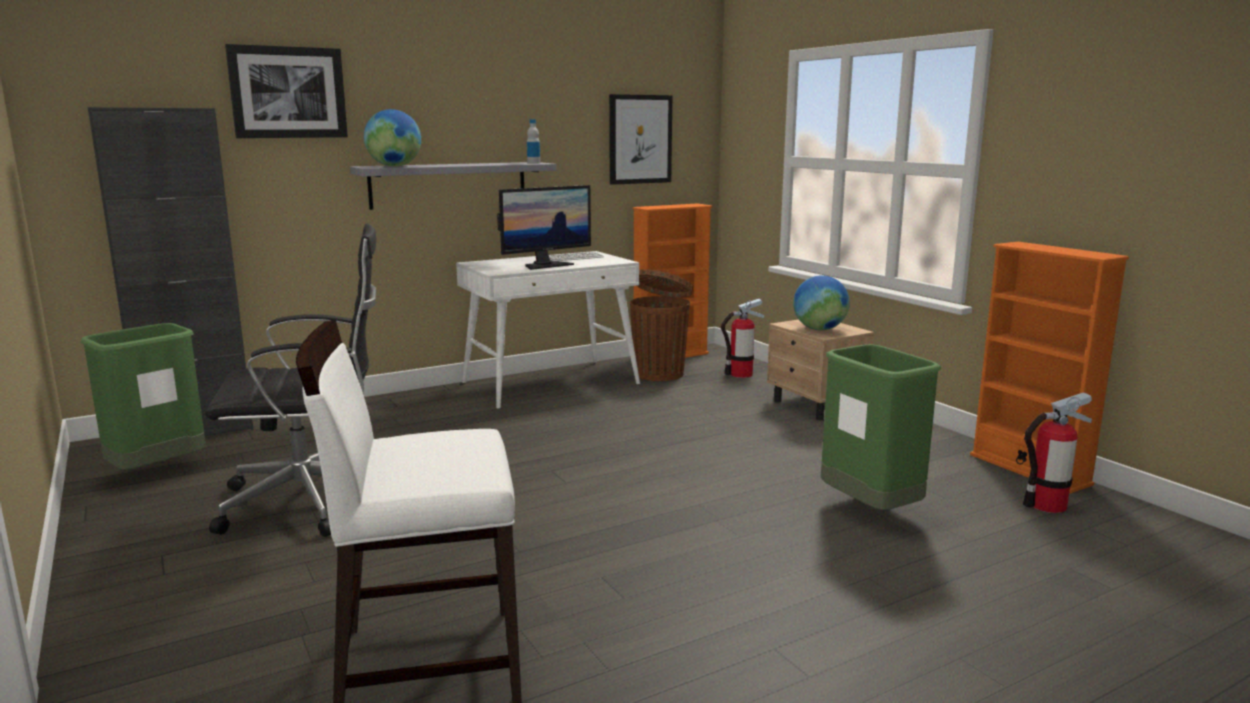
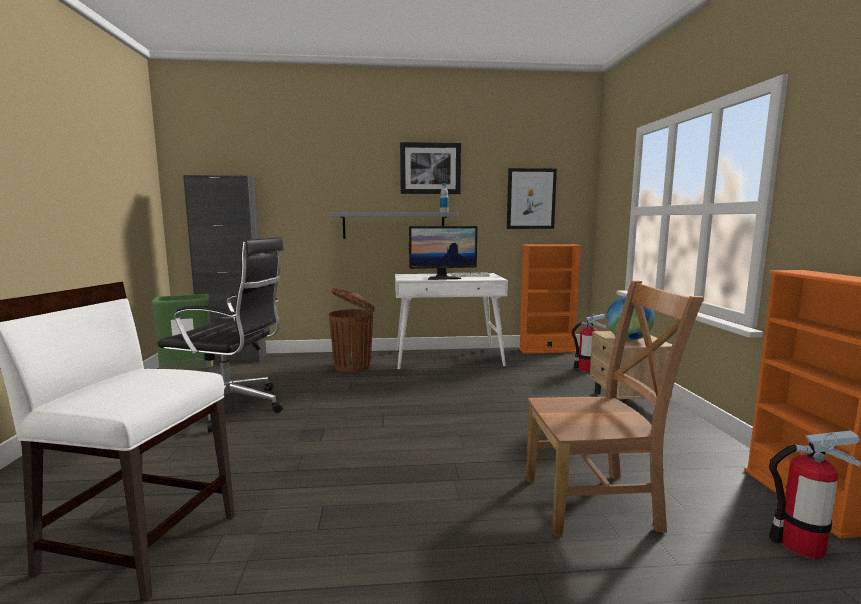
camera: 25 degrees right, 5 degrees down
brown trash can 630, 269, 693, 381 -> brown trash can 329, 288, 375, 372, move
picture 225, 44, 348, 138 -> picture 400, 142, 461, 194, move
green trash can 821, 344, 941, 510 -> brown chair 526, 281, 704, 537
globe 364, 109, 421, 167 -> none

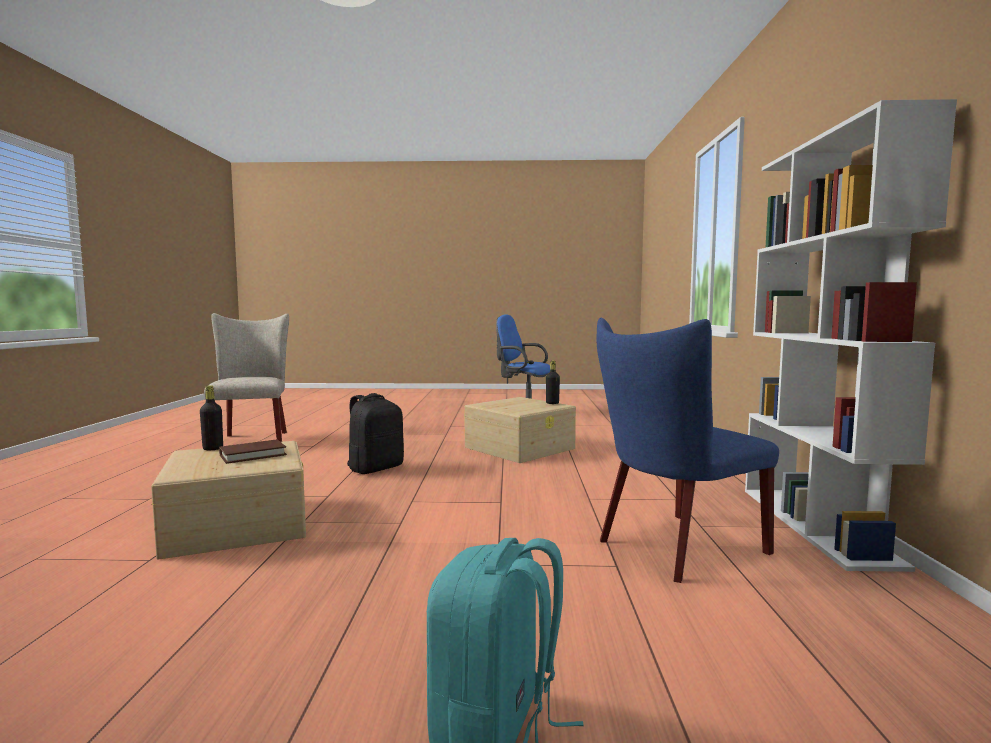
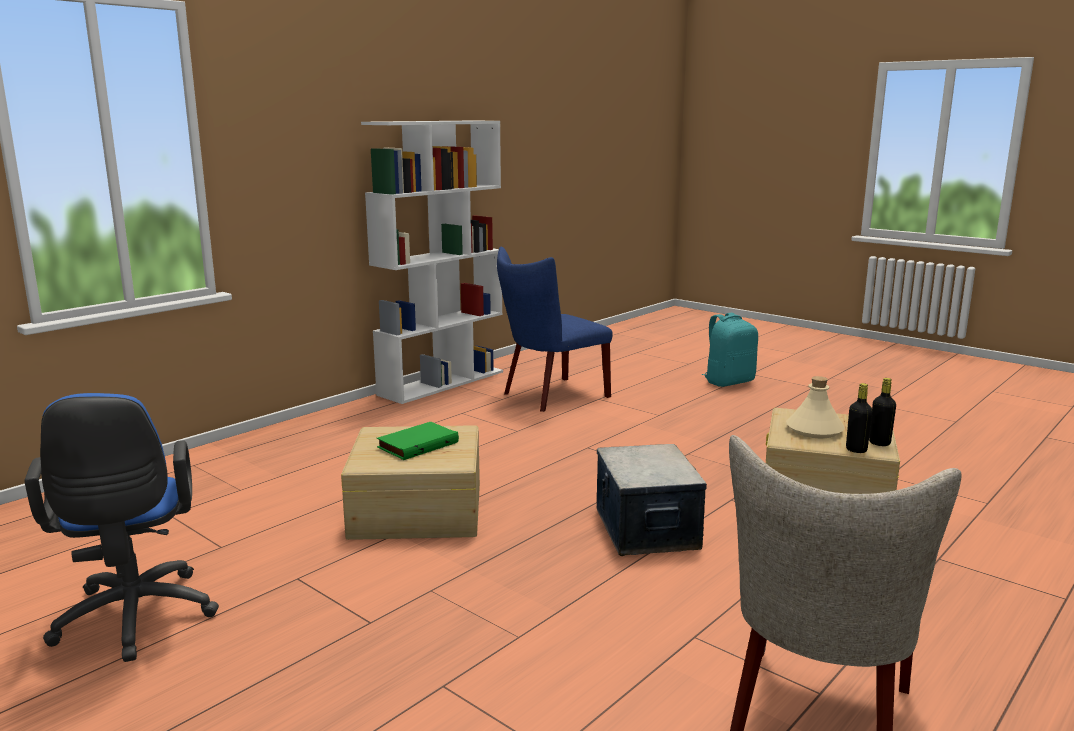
camera: 140 degrees left, 10 degrees up
none -> green book 377, 422, 459, 460
blue chair 597, 318, 779, 583 -> blue chair 497, 247, 613, 412, 135 degrees clockwise
black backpack 348, 393, 404, 474 -> storage box 597, 444, 707, 556
brown book 219, 439, 287, 464 -> beige bottle 786, 376, 845, 438
black bottle 546, 360, 560, 404 -> black bottle 869, 378, 896, 446, move

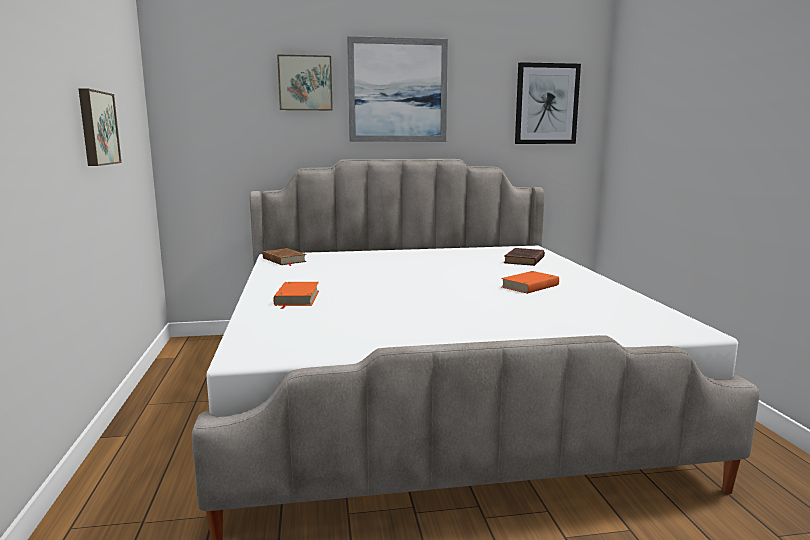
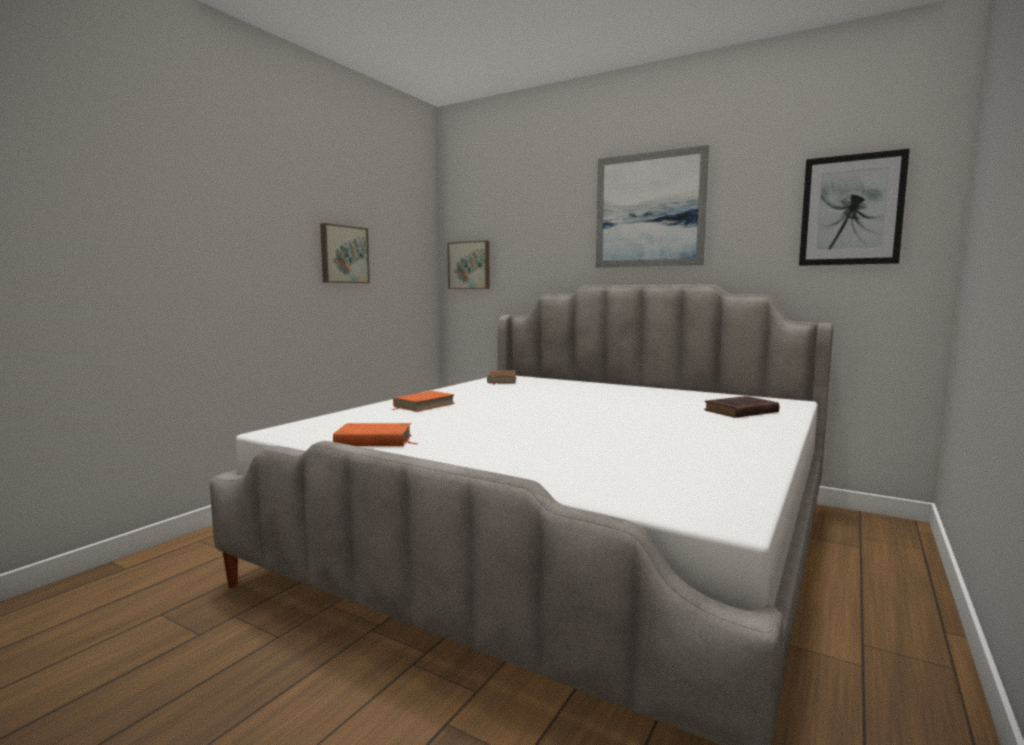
camera: 40 degrees right, 5 degrees down
orange book 501, 271, 559, 294 -> orange book 333, 423, 418, 446, move
picture 277, 54, 333, 110 -> picture 447, 240, 489, 289, move

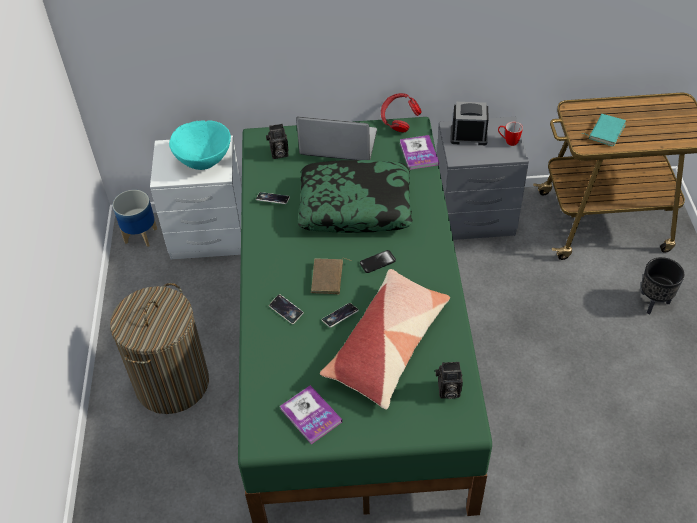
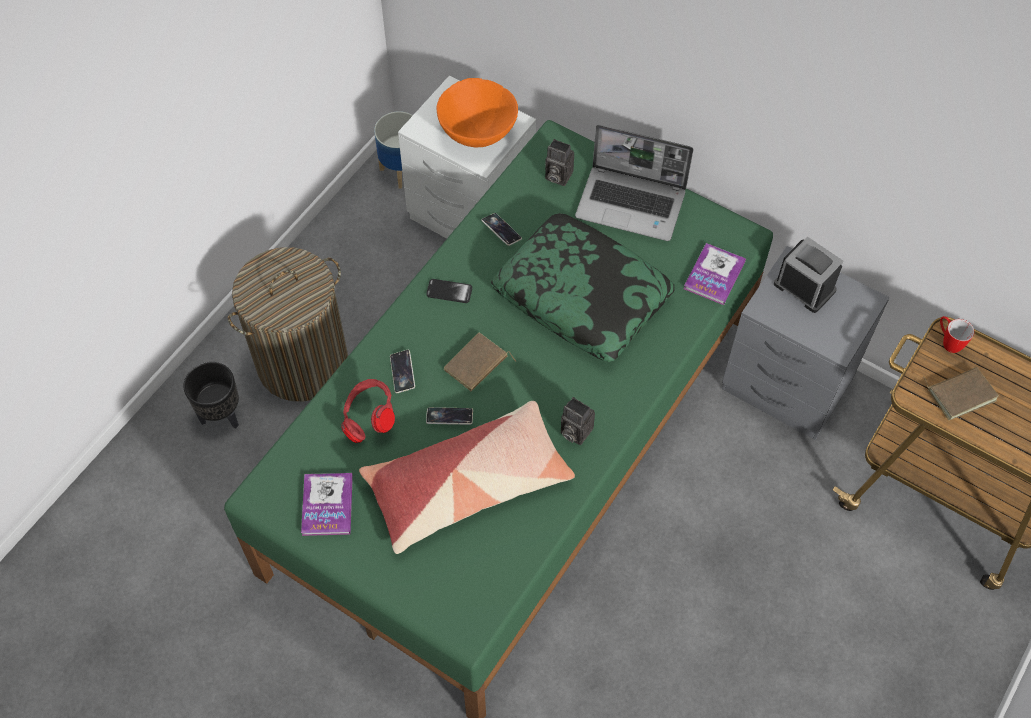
camera: 35 degrees right, 10 degrees up
black planter 641, 257, 684, 315 -> black planter 183, 362, 239, 429, move
red headphones 381, 93, 422, 132 -> red headphones 341, 379, 395, 443, move
phone 360, 250, 396, 273 -> phone 426, 279, 472, 303, move
turquoise bowl 169, 121, 231, 170 -> orange bowl 437, 78, 518, 147
photo camera 436, 362, 463, 399 -> photo camera 561, 397, 595, 445, move
laptop 296, 117, 377, 160 -> laptop 575, 125, 694, 241, 150 degrees clockwise
turquoise book 584, 114, 626, 147 -> brown book 923, 367, 999, 420
mug 498, 122, 523, 146 -> mug 940, 316, 974, 353, move

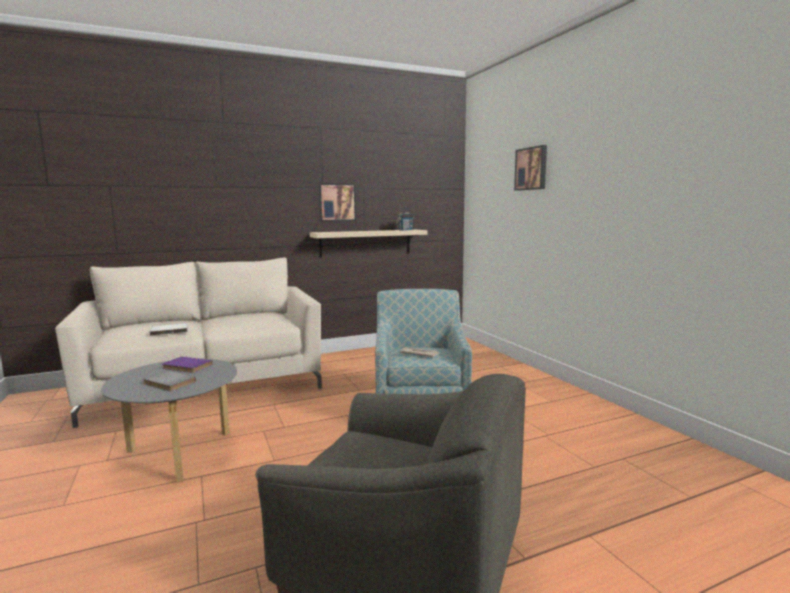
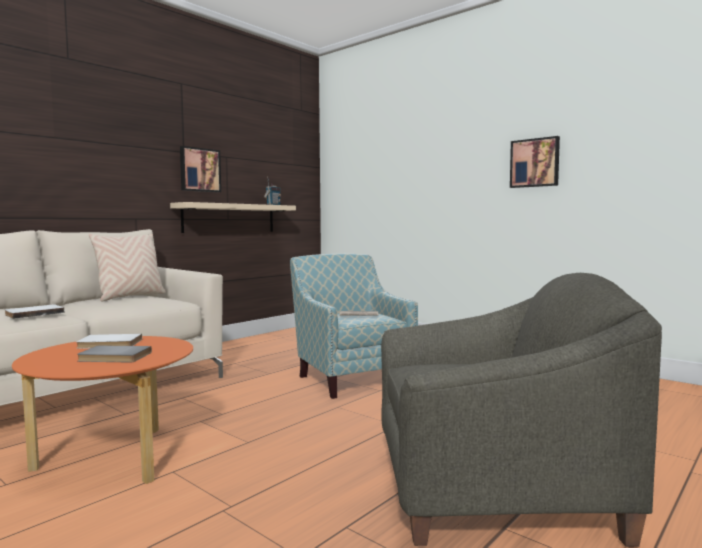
camera: 25 degrees left, 5 degrees down
grey coffee table 101, 359, 237, 483 -> orange coffee table 12, 336, 193, 484
purple book 163, 357, 212, 373 -> white book 76, 334, 142, 349
none -> beige pillow 89, 234, 166, 301
picture 514, 145, 547, 191 -> picture 510, 136, 560, 188, move

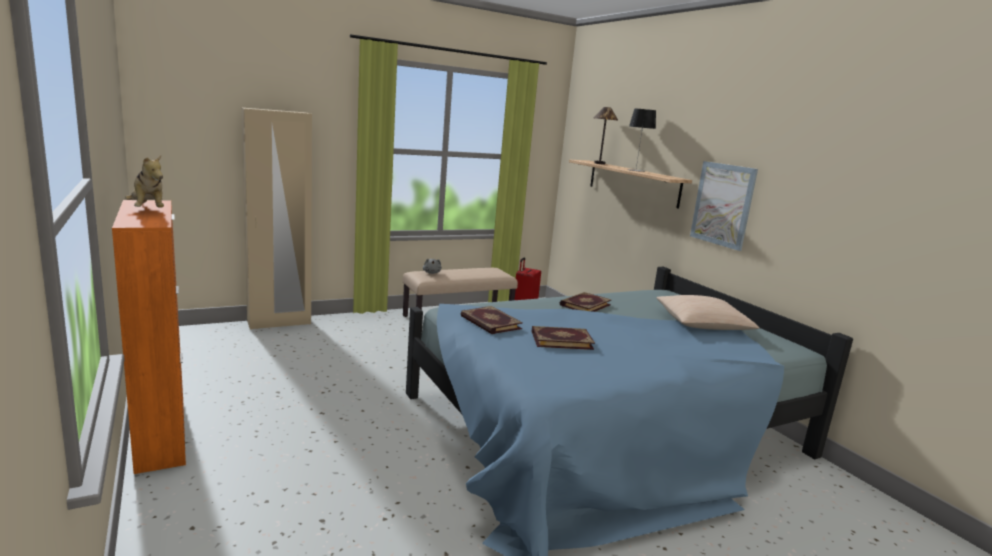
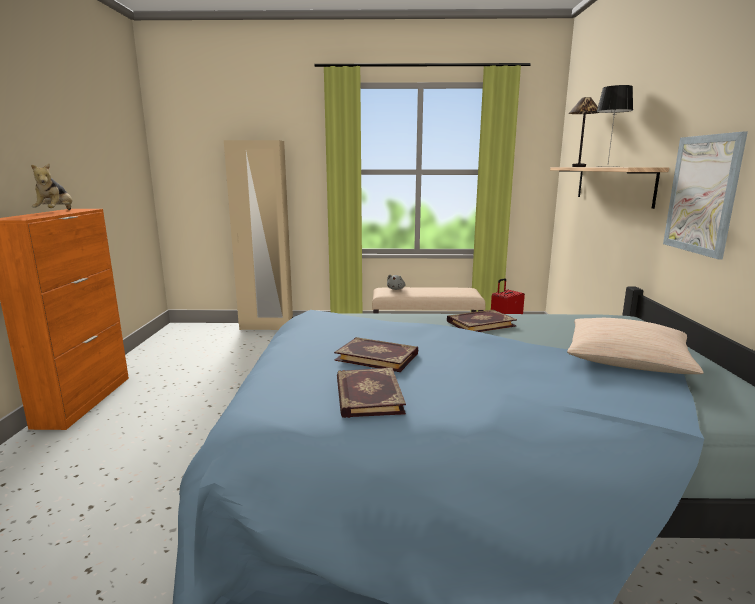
camera: 30 degrees right, 0 degrees up
book 461, 306, 523, 334 -> book 337, 368, 406, 418, move

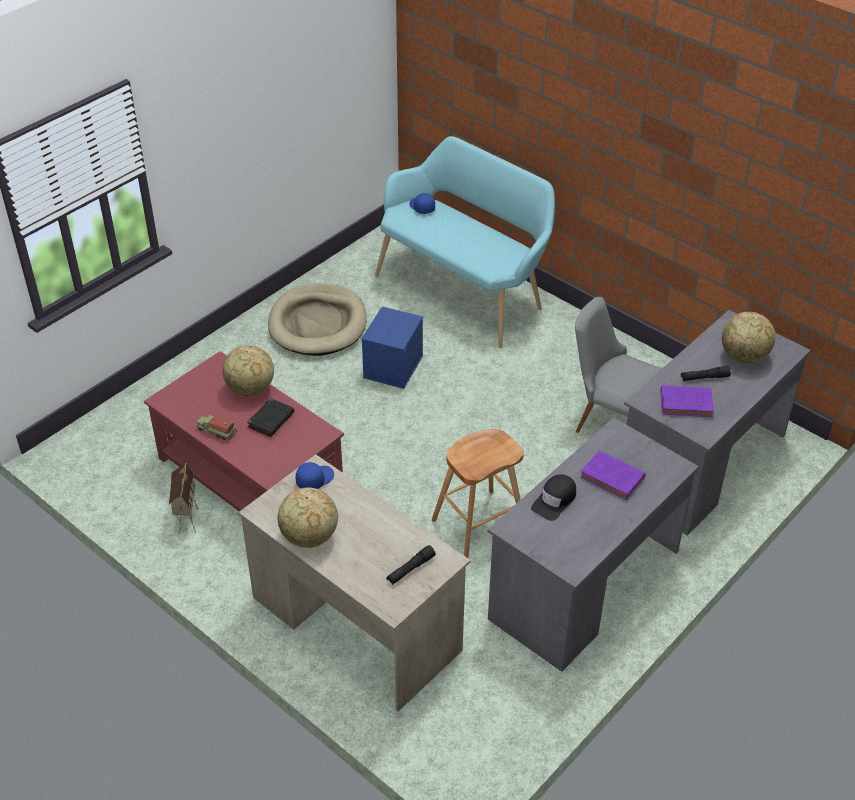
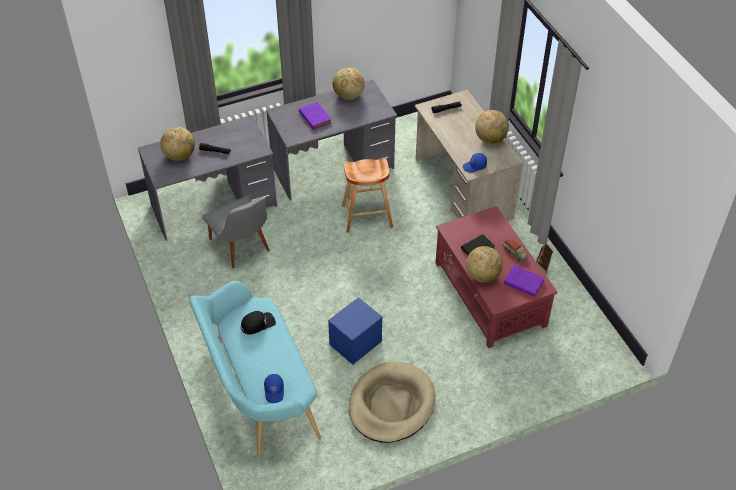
camera: 155 degrees left, 5 degrees up
black cap 531, 474, 576, 521 -> black cap 241, 311, 276, 334, move
none -> globe 333, 67, 365, 100
purple book 660, 385, 714, 417 -> purple book 504, 265, 544, 297, move

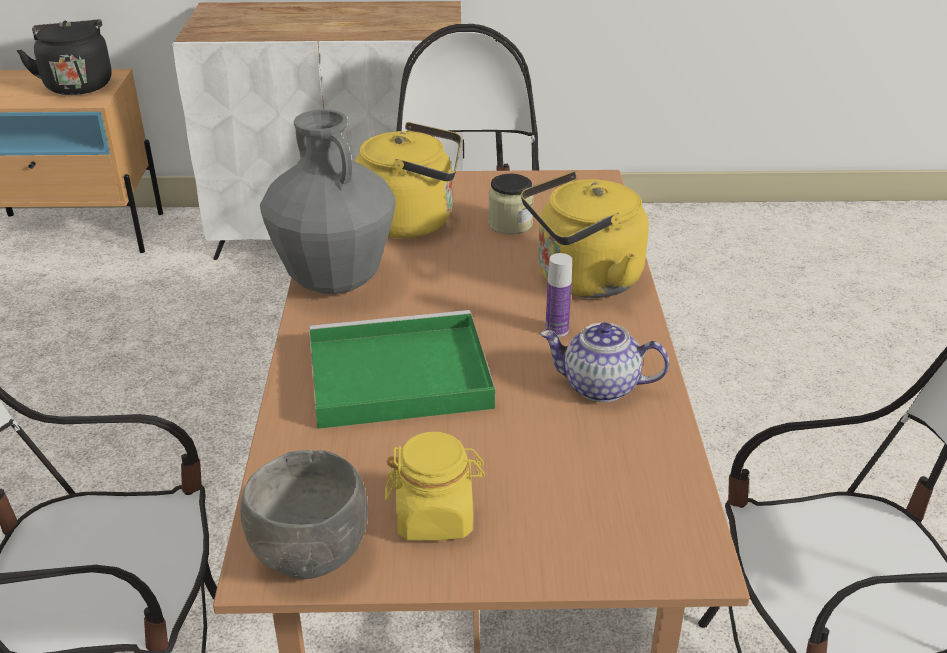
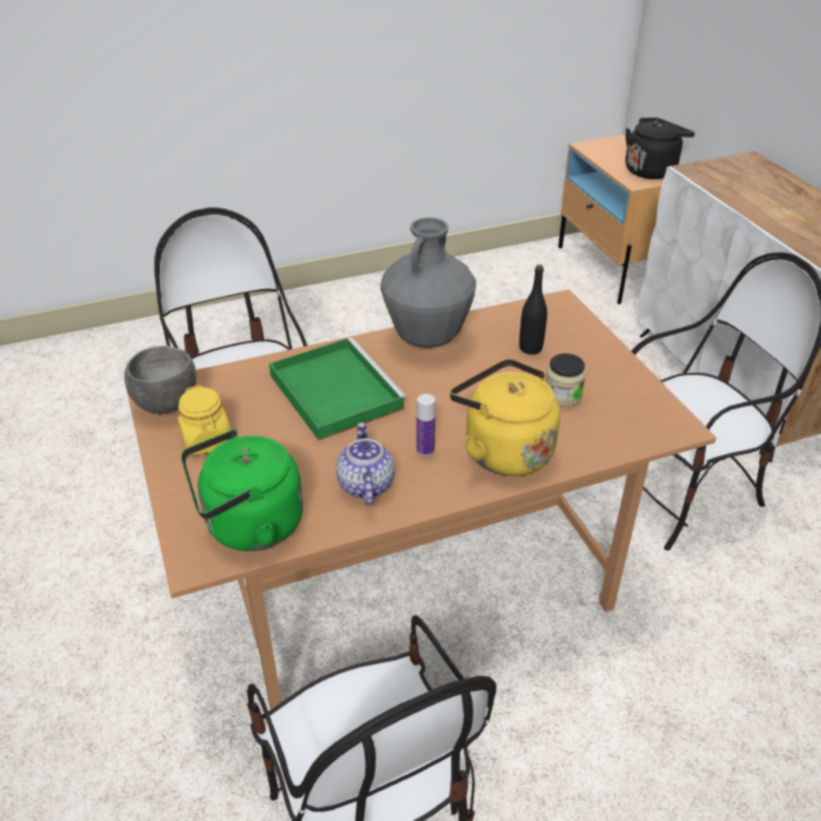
camera: 70 degrees right, 5 degrees up
none -> green kettle 181, 429, 303, 551
yellow kettle 355, 122, 462, 238 -> black bottle 519, 264, 547, 355

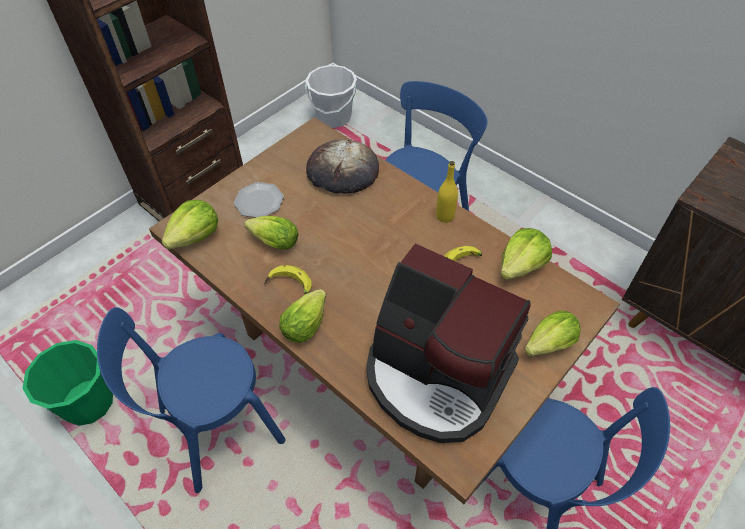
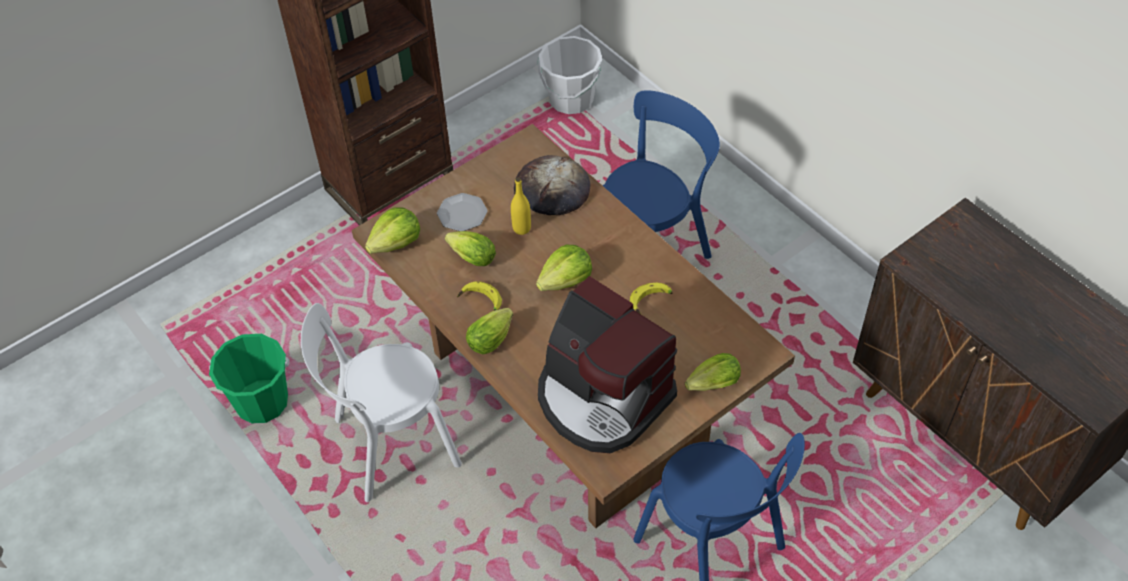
camera: 10 degrees right, 0 degrees up
blue chair 97, 307, 285, 494 -> white chair 301, 303, 462, 502
yellow bottle 436, 161, 458, 223 -> yellow bottle 511, 177, 531, 235, move
lettuce 500, 228, 552, 280 -> lettuce 536, 245, 592, 291, move

